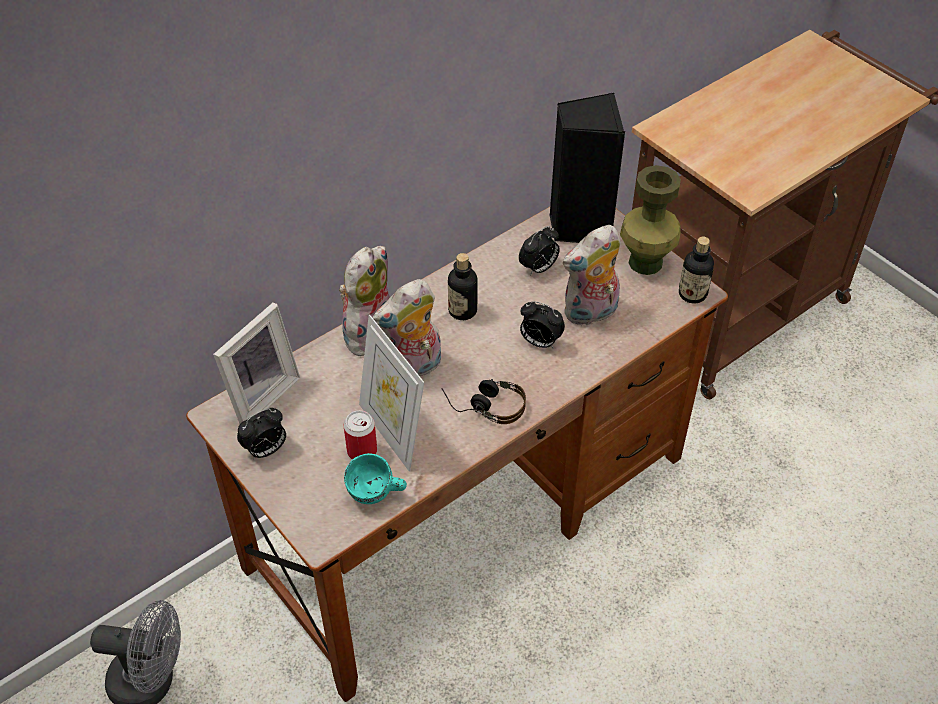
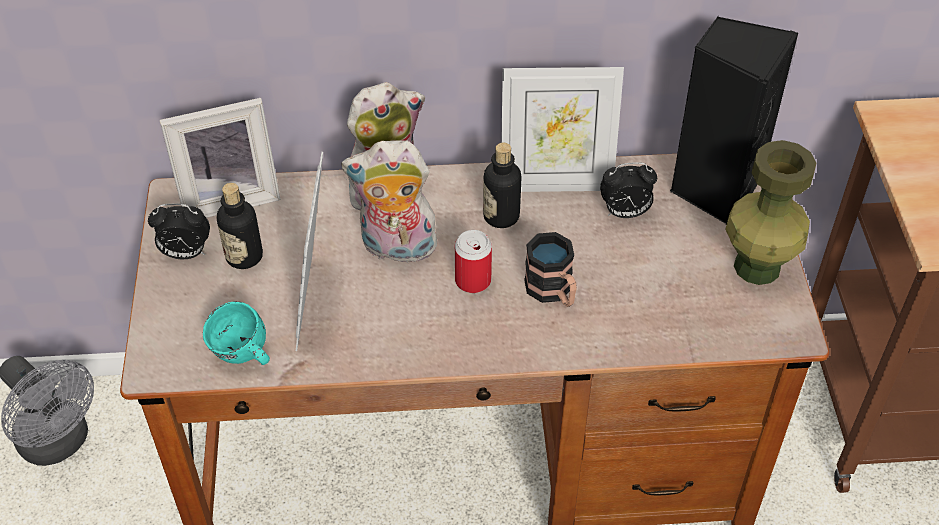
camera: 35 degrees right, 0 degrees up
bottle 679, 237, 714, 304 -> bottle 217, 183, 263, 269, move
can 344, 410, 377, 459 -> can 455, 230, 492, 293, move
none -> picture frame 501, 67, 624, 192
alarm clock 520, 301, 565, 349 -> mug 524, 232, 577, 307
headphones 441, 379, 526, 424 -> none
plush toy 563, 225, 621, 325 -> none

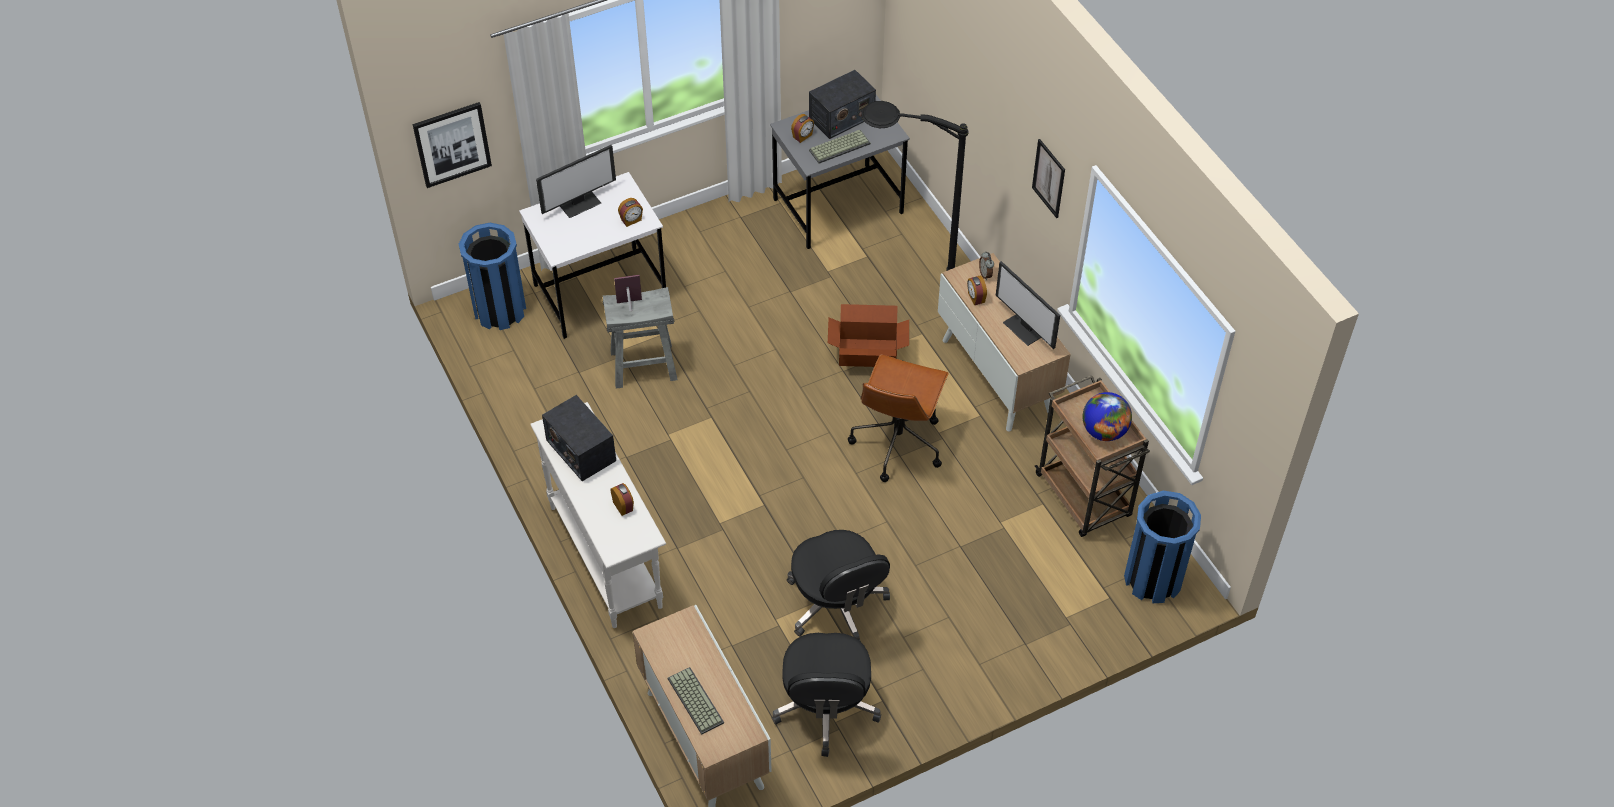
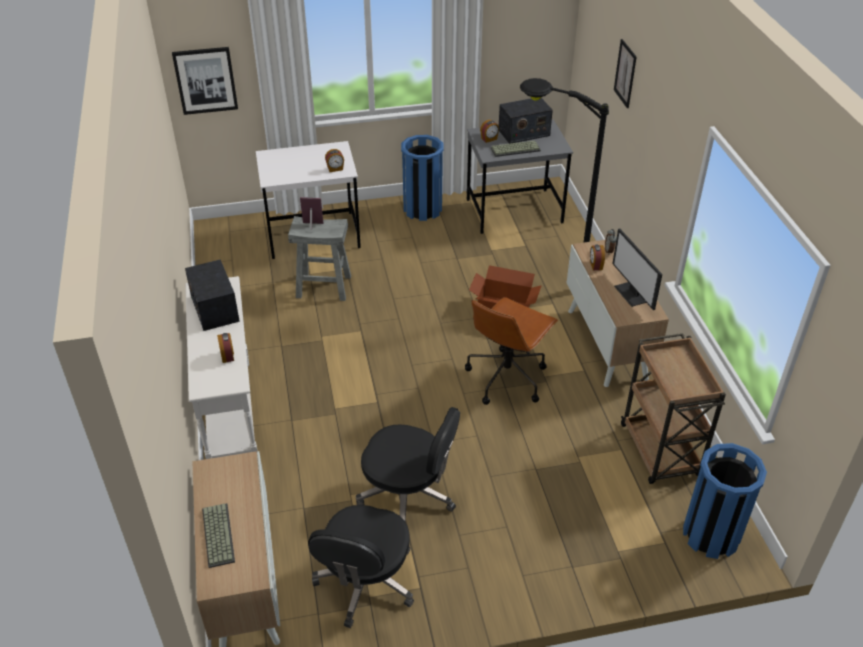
camera: 15 degrees right, 10 degrees down
black office chair 787, 530, 890, 642 -> black office chair 356, 407, 460, 521, 60 degrees counterclockwise
blue trash can 459, 223, 526, 330 -> blue trash can 401, 135, 444, 221, move
picture 1032, 139, 1065, 218 -> picture 614, 39, 637, 108, move
monitor 536, 145, 616, 218 -> none
globe 1083, 392, 1132, 441 -> none

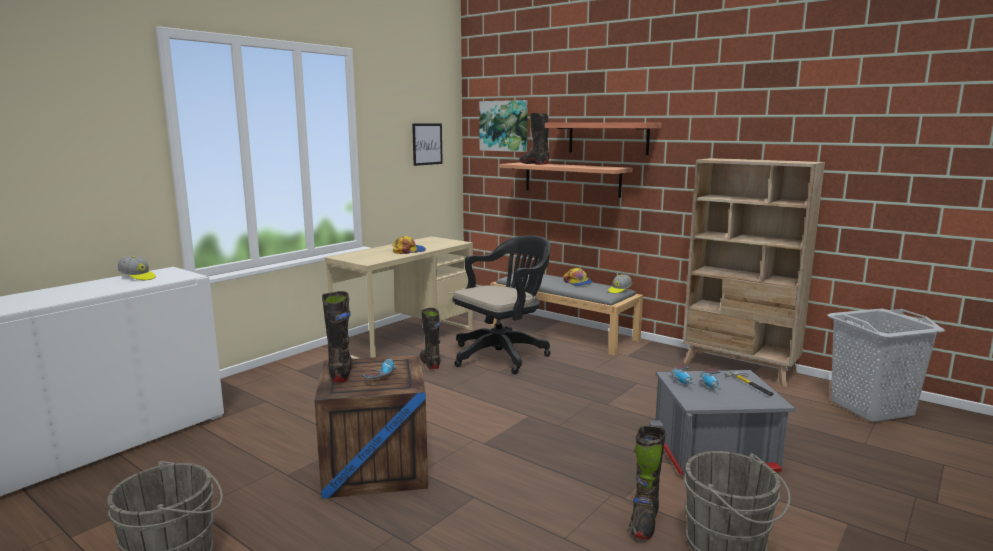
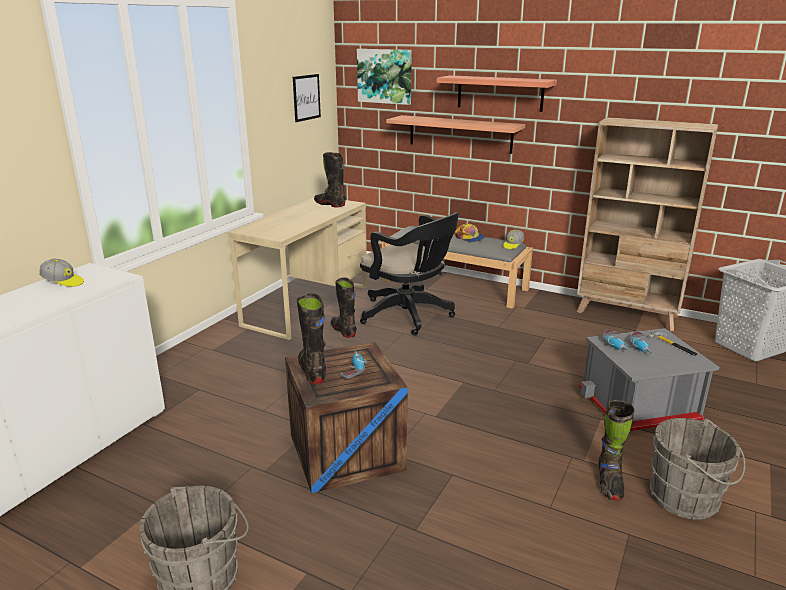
camera: 10 degrees left, 10 degrees up
black boot 519, 113, 549, 165 -> black boot 314, 152, 346, 207, move
black office chair 452, 235, 551, 374 -> black office chair 360, 212, 459, 336, 90 degrees clockwise
cap 392, 236, 426, 254 -> none

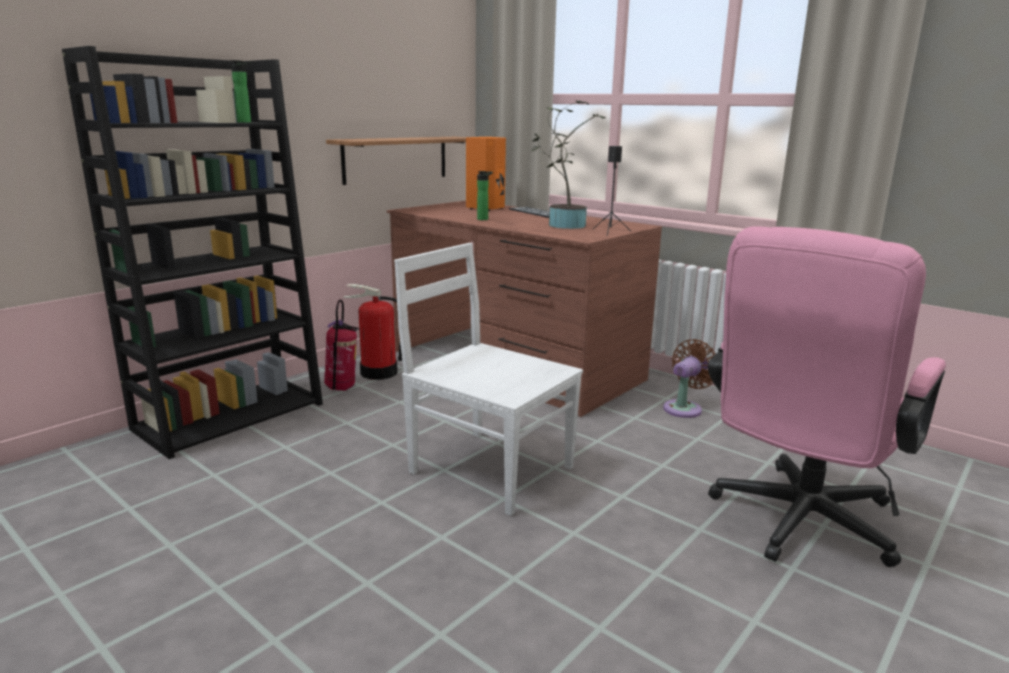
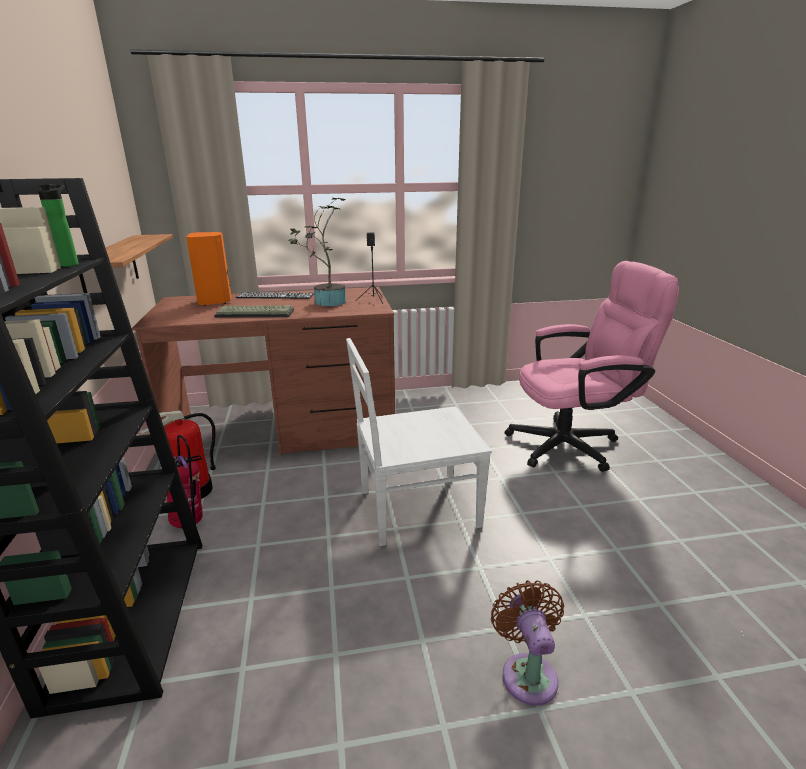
camera: 50 degrees left, 5 degrees up
bottle 477, 171, 493, 220 -> keyboard 214, 305, 294, 318
brown fan 663, 339, 715, 418 -> brown fan 491, 580, 564, 706, move
pink office chair 708, 226, 946, 567 -> pink office chair 505, 261, 679, 472, 90 degrees counterclockwise

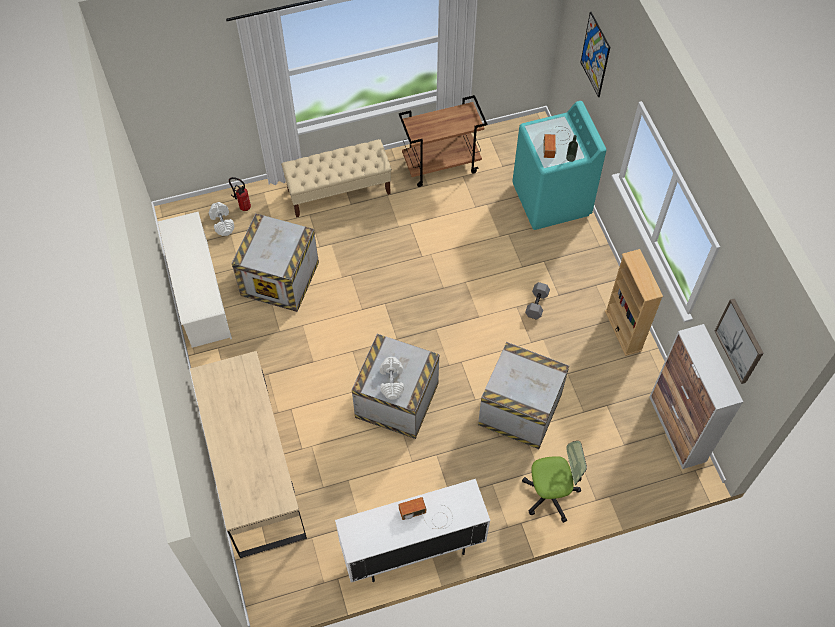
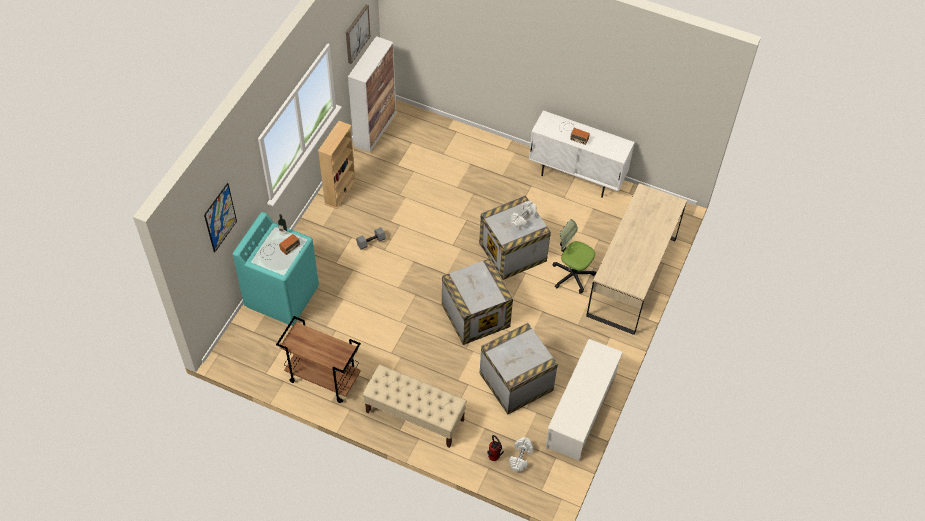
camera: 140 degrees left, 5 degrees down
crate 478, 342, 569, 449 -> crate 442, 259, 513, 345, move
office chair 522, 441, 587, 523 -> office chair 552, 219, 596, 294, move

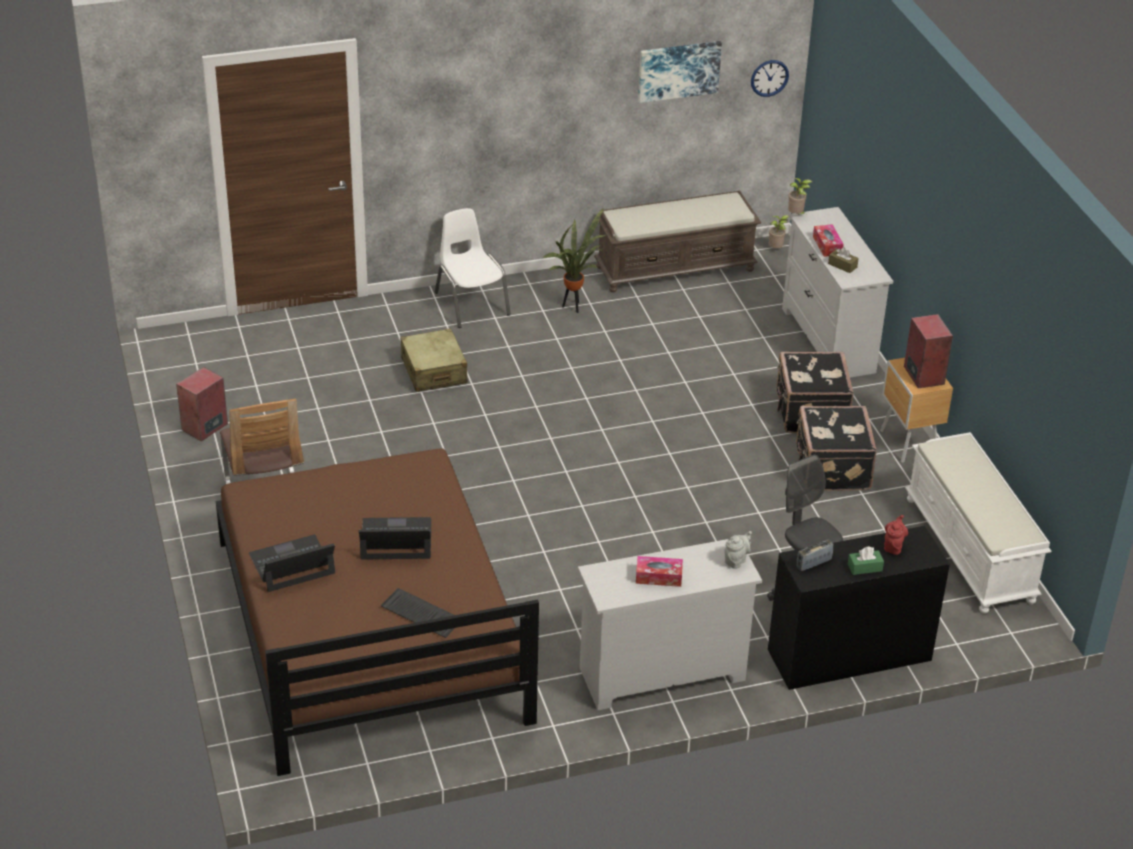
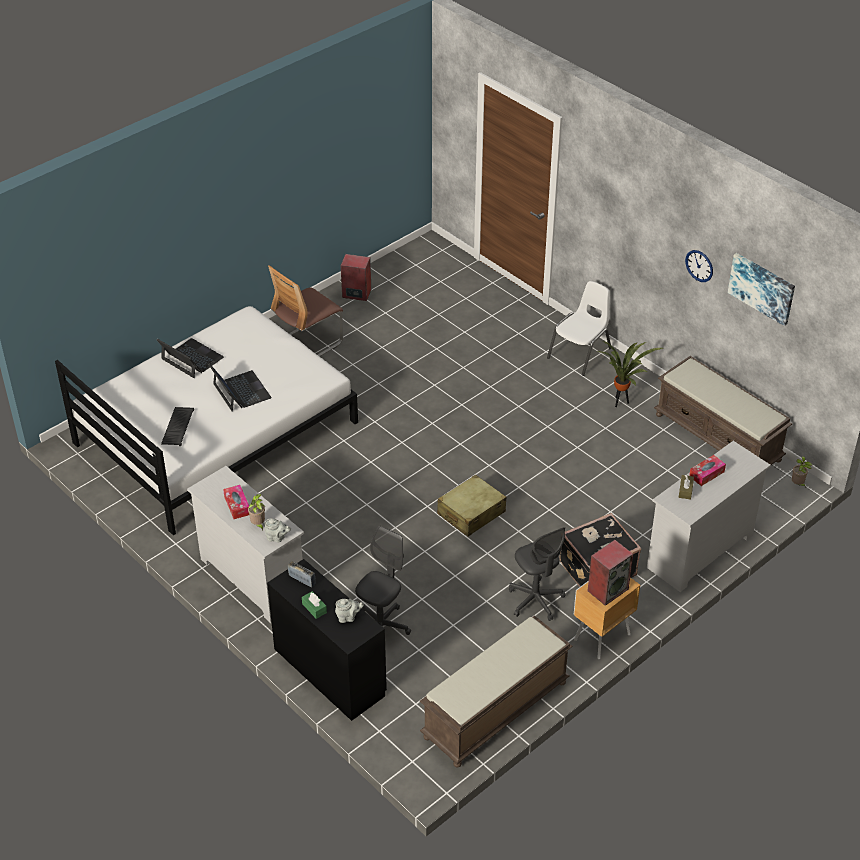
camera: 65 degrees right, 5 degrees up
brown bed 216, 448, 539, 776 -> white bed 55, 306, 358, 535
potted plant 788, 178, 812, 214 -> potted plant 248, 494, 265, 531, move
red teapot 884, 515, 908, 555 -> grey teapot 335, 599, 364, 623
white bench 905, 432, 1052, 614 -> brown bench 420, 616, 573, 767
beige suitcase 400, 328, 468, 392 -> beige suitcase 437, 475, 506, 536, move
black suitcase 796, 406, 877, 491 -> grey office chair 509, 527, 565, 621
wall clock 751, 60, 789, 97 -> wall clock 685, 250, 713, 282, move

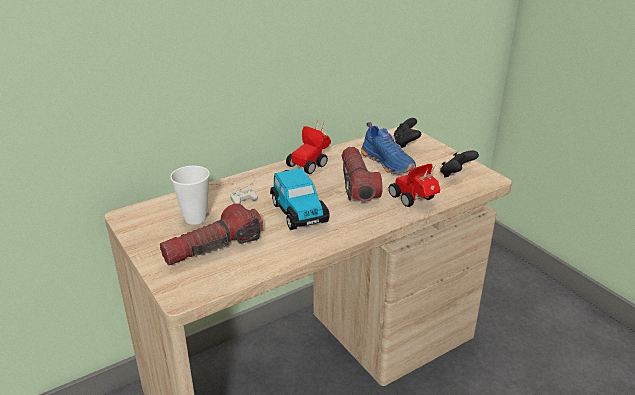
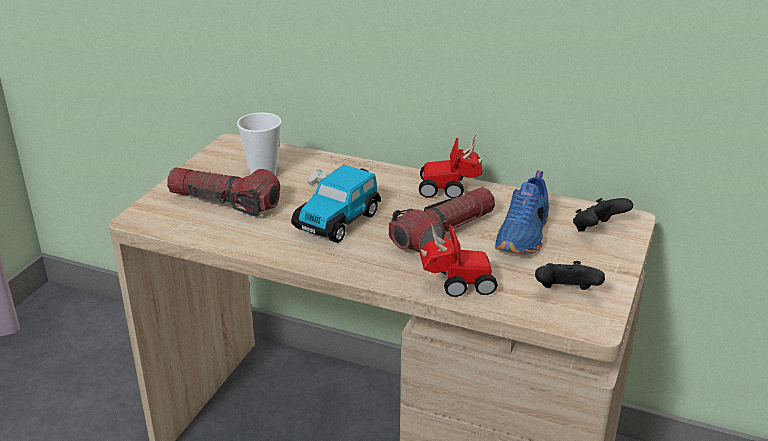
camera: 55 degrees right, 0 degrees up
toy car 389, 164, 440, 207 -> toy car 420, 224, 498, 297, 60 degrees clockwise

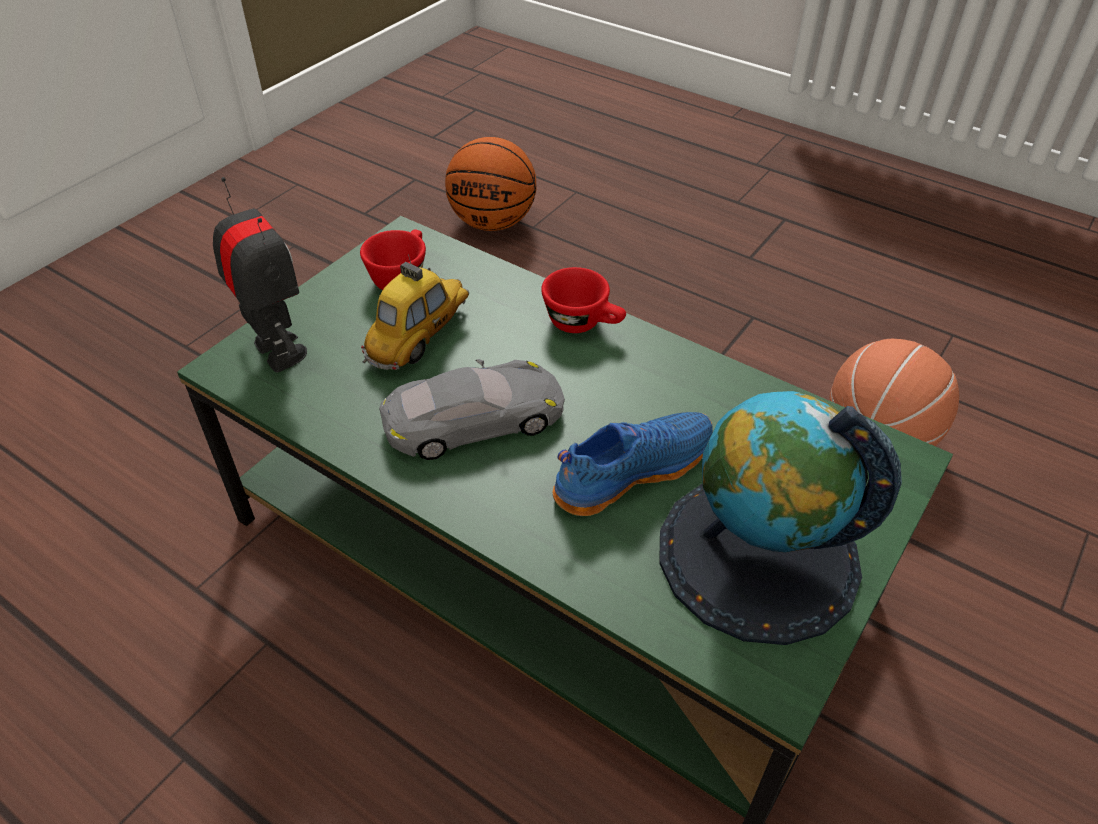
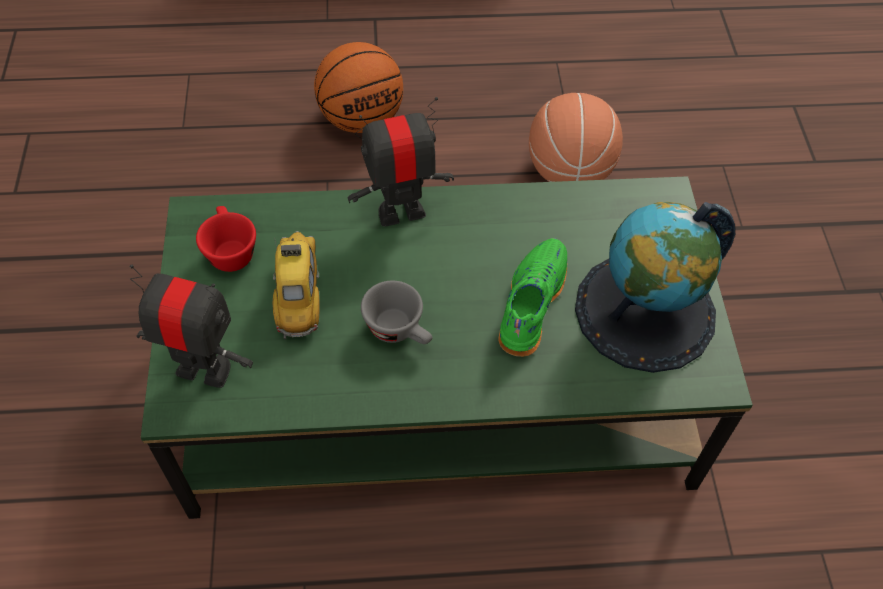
camera: 40 degrees left, 10 degrees up
basketball 445, 137, 536, 231 -> basketball 314, 42, 403, 133, move
red cup 541, 267, 626, 333 -> toy robot 347, 97, 454, 226
grey toy car 379, 359, 565, 460 -> grey cup 361, 281, 433, 344
blue shoe 553, 412, 713, 516 -> green shoe 498, 238, 567, 357

